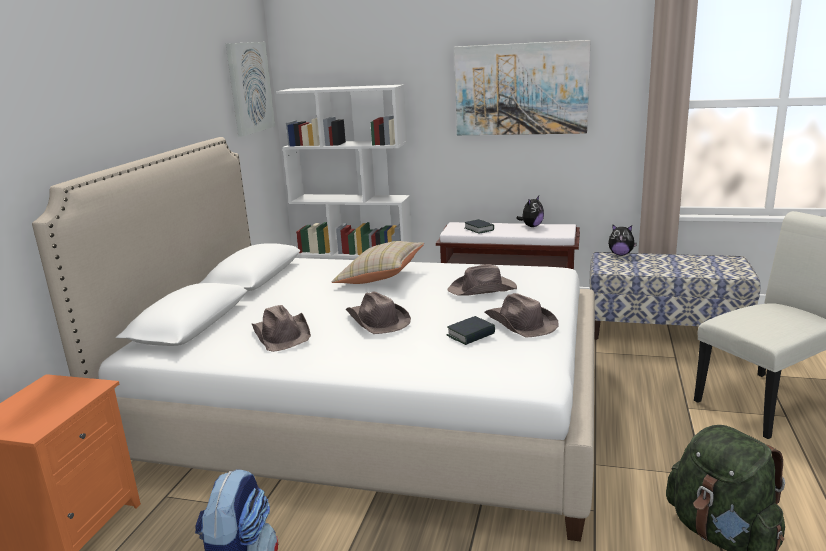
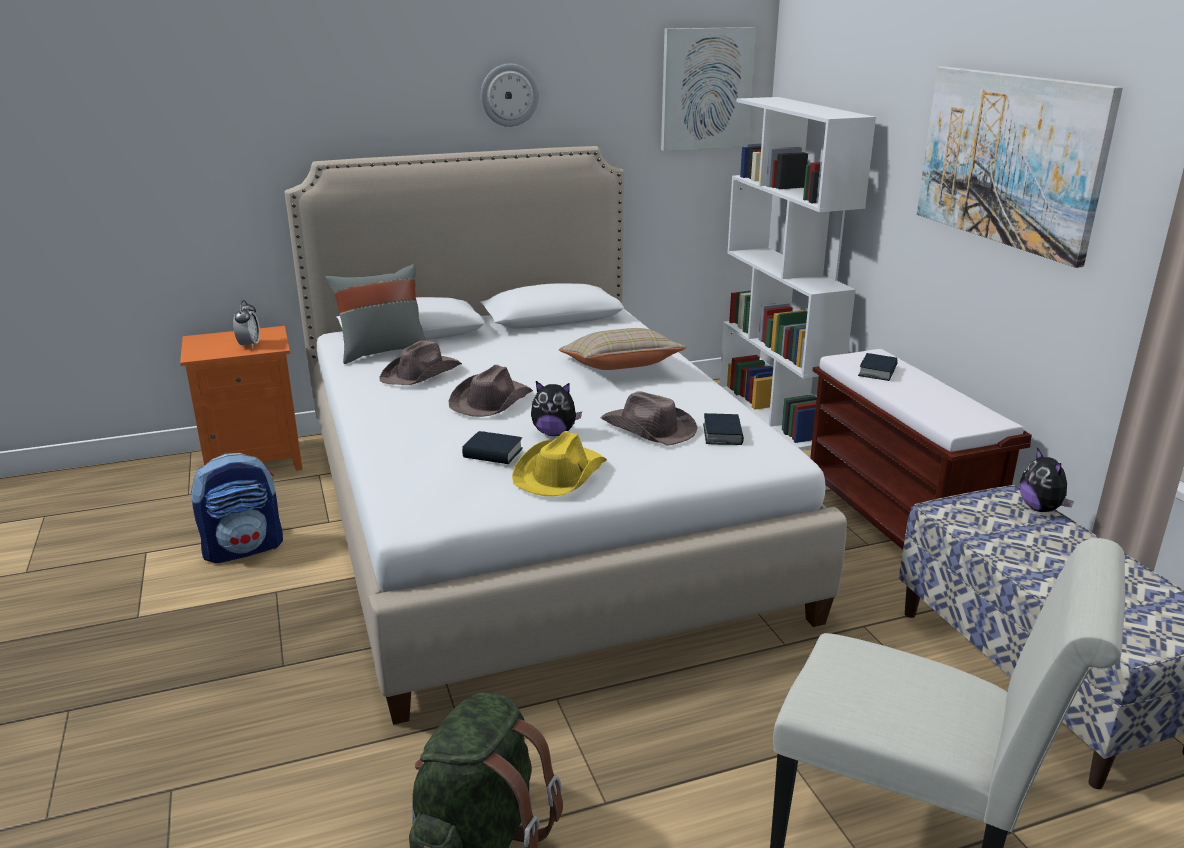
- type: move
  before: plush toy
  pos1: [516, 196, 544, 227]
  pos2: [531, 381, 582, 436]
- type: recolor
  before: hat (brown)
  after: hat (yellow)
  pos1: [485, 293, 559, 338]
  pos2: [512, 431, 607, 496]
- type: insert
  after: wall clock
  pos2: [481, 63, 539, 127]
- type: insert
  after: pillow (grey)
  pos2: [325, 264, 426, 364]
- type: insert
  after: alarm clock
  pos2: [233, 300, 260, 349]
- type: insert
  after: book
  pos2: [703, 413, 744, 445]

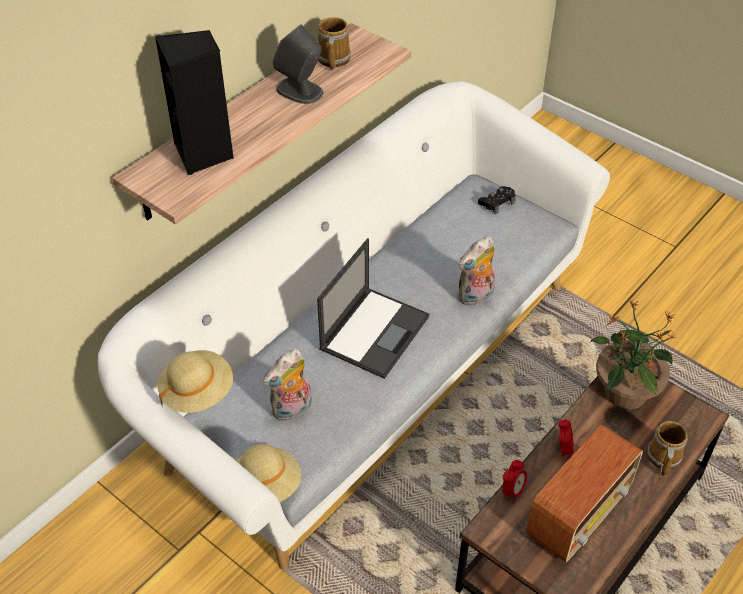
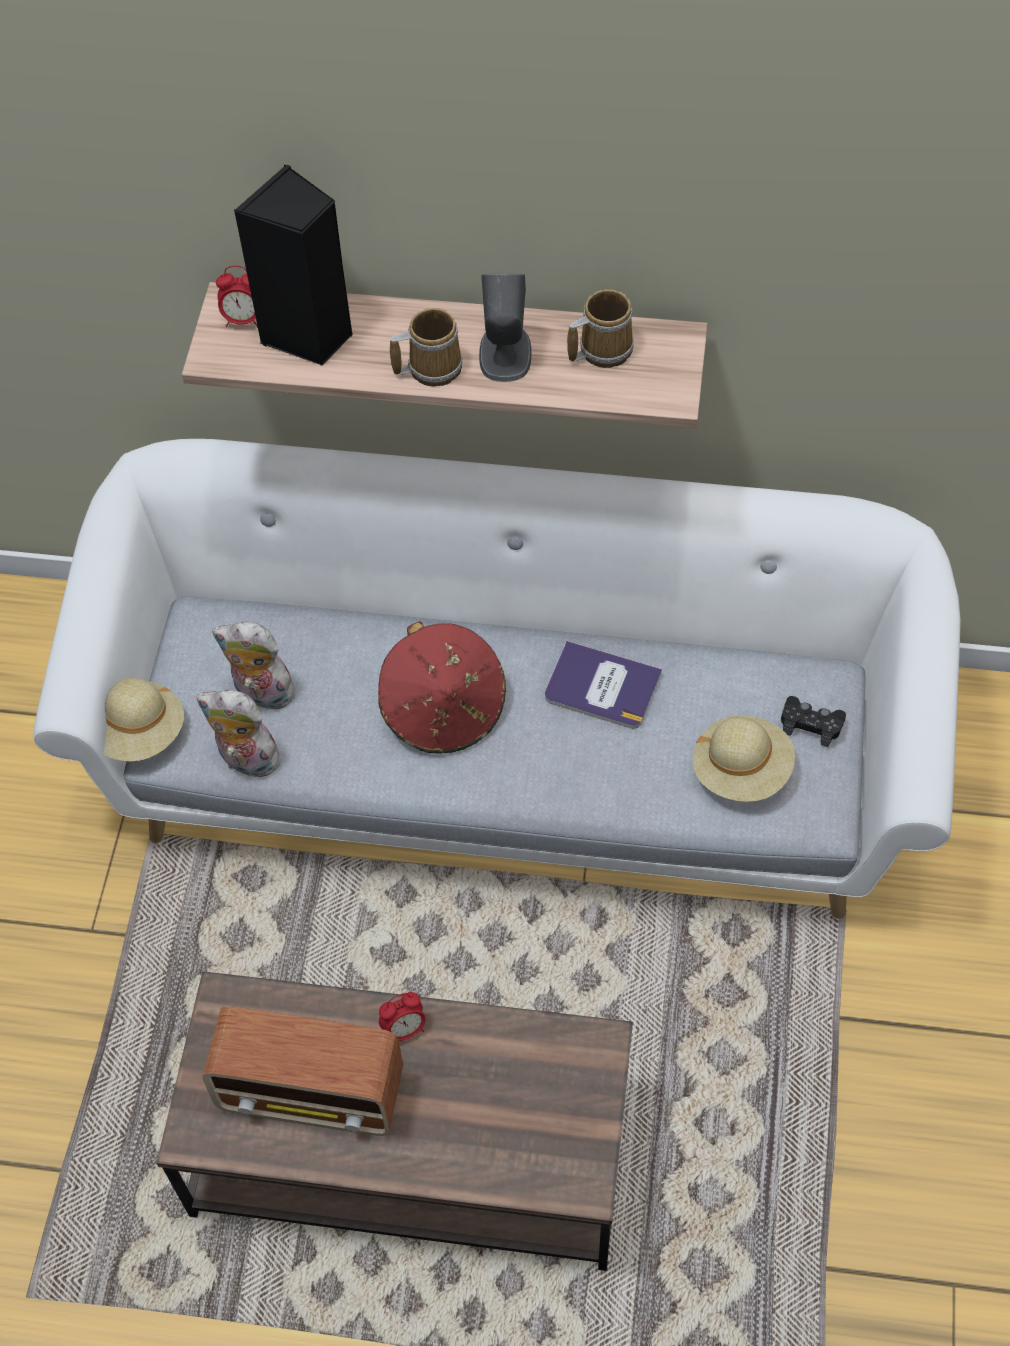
- type: move
  before: plush toy
  pos1: [458, 236, 495, 306]
  pos2: [196, 690, 280, 777]
- type: replace
  before: laptop
  after: hat (red)
  pos1: [317, 238, 430, 379]
  pos2: [378, 621, 506, 753]
- type: delete
  before: potted plant
  pos1: [590, 298, 676, 410]
- type: move
  before: hat (beige)
  pos1: [157, 350, 233, 413]
  pos2: [693, 715, 795, 802]
- type: move
  before: mug
  pos1: [647, 421, 688, 476]
  pos2: [390, 308, 463, 387]
- type: move
  before: alarm clock
  pos1: [502, 460, 527, 502]
  pos2: [216, 266, 258, 328]
- type: insert
  after: book
  pos2: [545, 641, 662, 729]

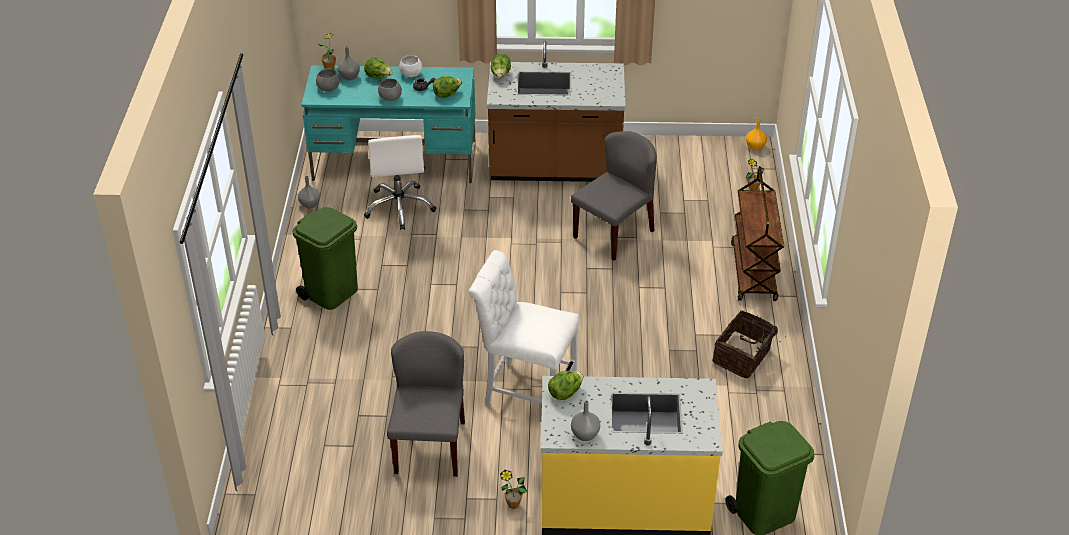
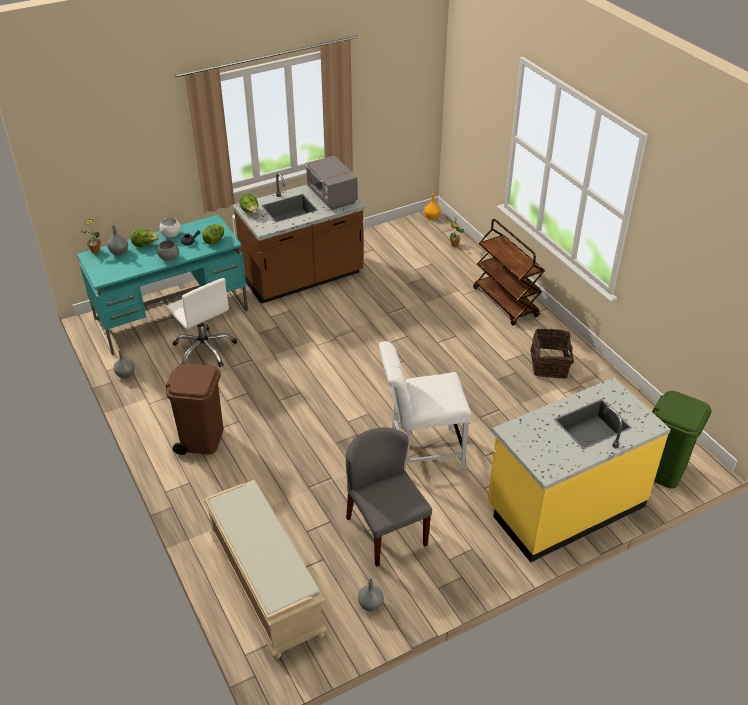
- type: delete
  before: bowl (grey)
  pos1: [316, 69, 340, 91]
- type: delete
  before: chair (grey)
  pos1: [571, 131, 657, 261]
- type: recolor
  before: trash can (green)
  after: trash can (brown)
  pos1: [292, 207, 358, 310]
  pos2: [166, 363, 223, 455]
- type: delete
  before: lettuce
  pos1: [548, 371, 584, 400]
- type: move
  before: vase (grey)
  pos1: [571, 400, 600, 441]
  pos2: [358, 578, 384, 611]
- type: delete
  before: potted plant
  pos1: [500, 470, 527, 509]
- type: insert
  after: microwave (grey)
  pos2: [305, 155, 358, 210]
- type: insert
  after: bench (beige)
  pos2: [203, 480, 327, 659]

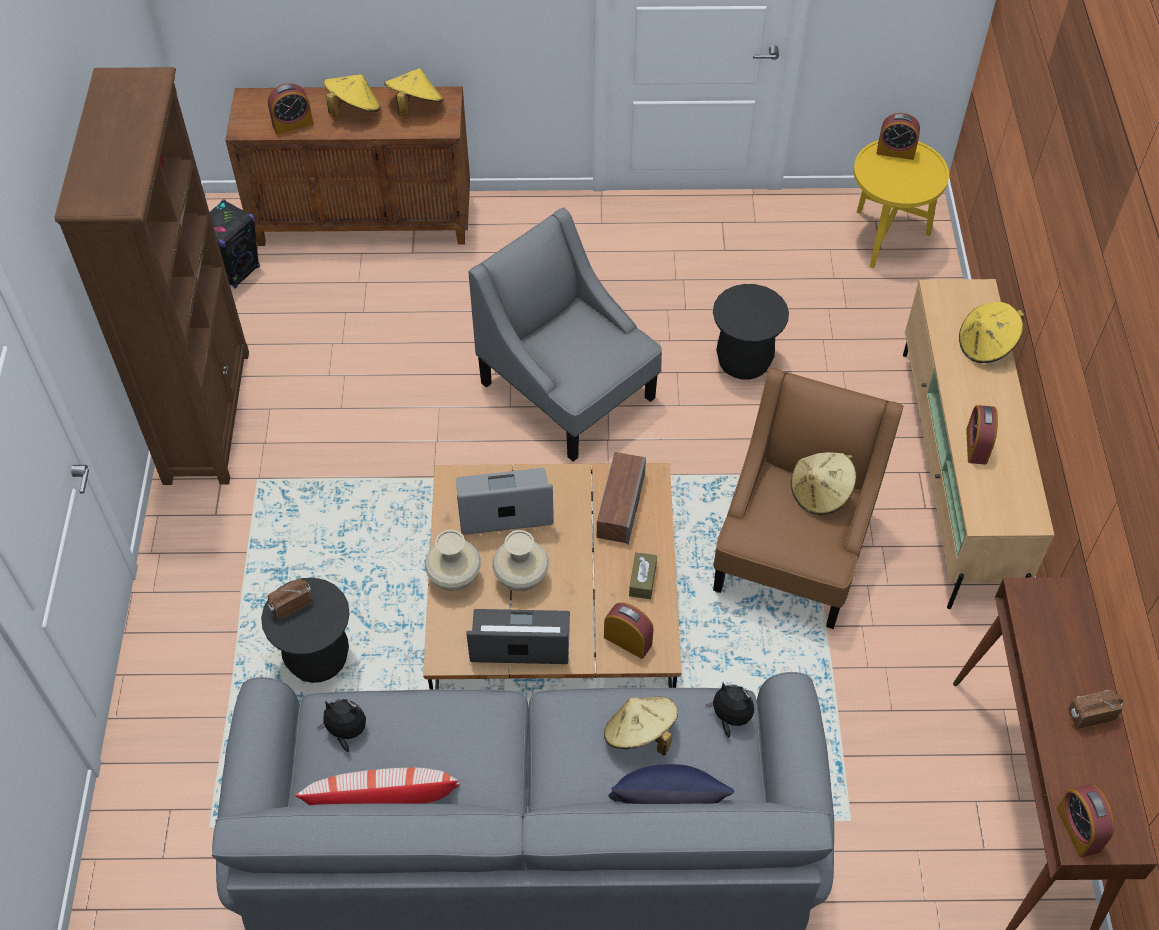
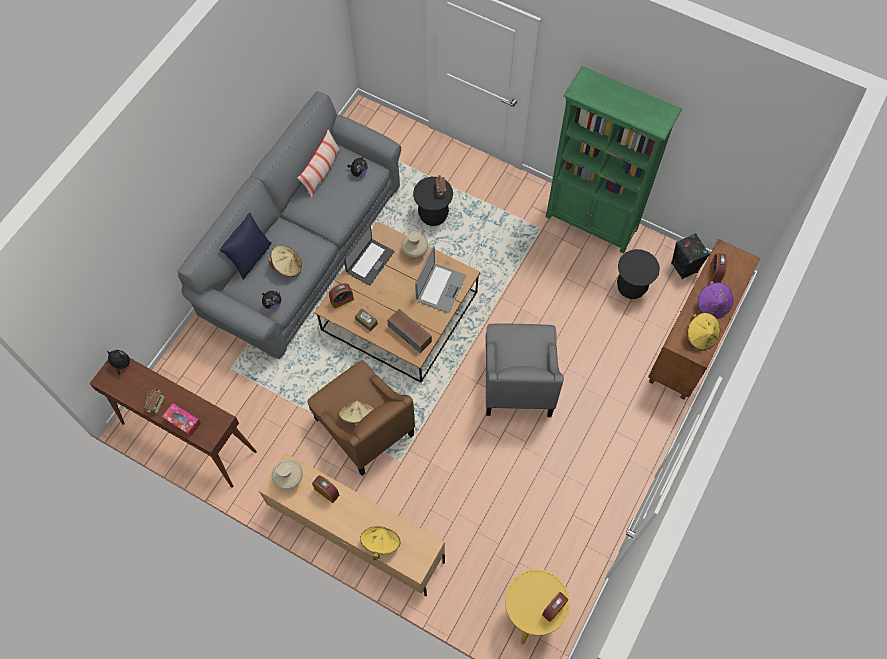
- type: recolor
  before: bookcase (brown)
  after: bookcase (green)
  pos1: [55, 67, 249, 485]
  pos2: [546, 66, 682, 254]
- type: recolor
  before: hat (yellow)
  after: hat (purple)
  pos1: [324, 74, 381, 117]
  pos2: [698, 281, 733, 319]
- type: rotate
  before: armchair (grey)
  pos1: [469, 208, 662, 462]
  pos2: [485, 324, 564, 417]
  turn: 105
- type: move
  before: stool (black)
  pos1: [713, 284, 789, 380]
  pos2: [617, 249, 660, 299]
- type: move
  before: vase (beige)
  pos1: [492, 530, 549, 591]
  pos2: [272, 460, 303, 490]
- type: replace
  before: alarm clock
  after: plush toy
  pos1: [1057, 785, 1114, 858]
  pos2: [106, 350, 130, 375]
- type: insert
  after: tissue box
  pos2: [162, 403, 201, 437]

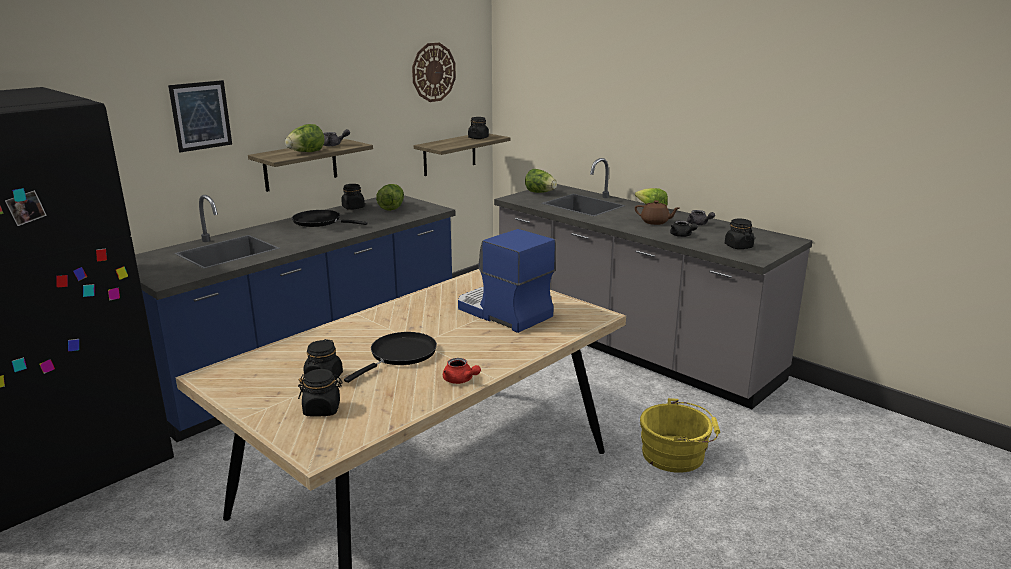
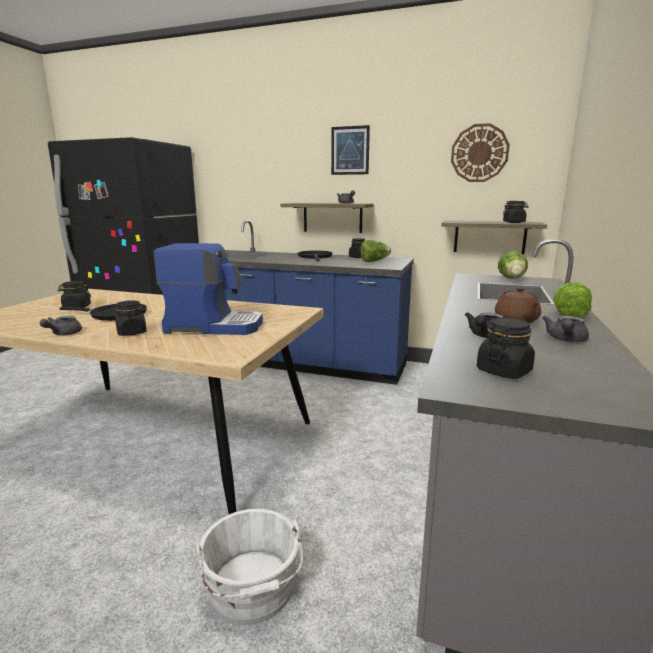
- type: move
  before: picture
  pos1: [168, 80, 232, 152]
  pos2: [331, 125, 370, 175]
- type: delete
  before: lettuce
  pos1: [285, 124, 325, 152]
- type: rotate
  before: coffee machine
  pos1: [458, 229, 556, 333]
  pos2: [154, 243, 263, 335]
  turn: 75
- type: recolor
  before: teapot (red)
  after: teapot (grey)
  pos1: [443, 358, 481, 384]
  pos2: [40, 316, 82, 335]
- type: move
  before: jar (black)
  pos1: [298, 369, 343, 417]
  pos2: [115, 300, 147, 336]
- type: recolor
  before: bucket (yellow)
  after: bucket (white)
  pos1: [640, 398, 720, 473]
  pos2: [195, 509, 303, 625]

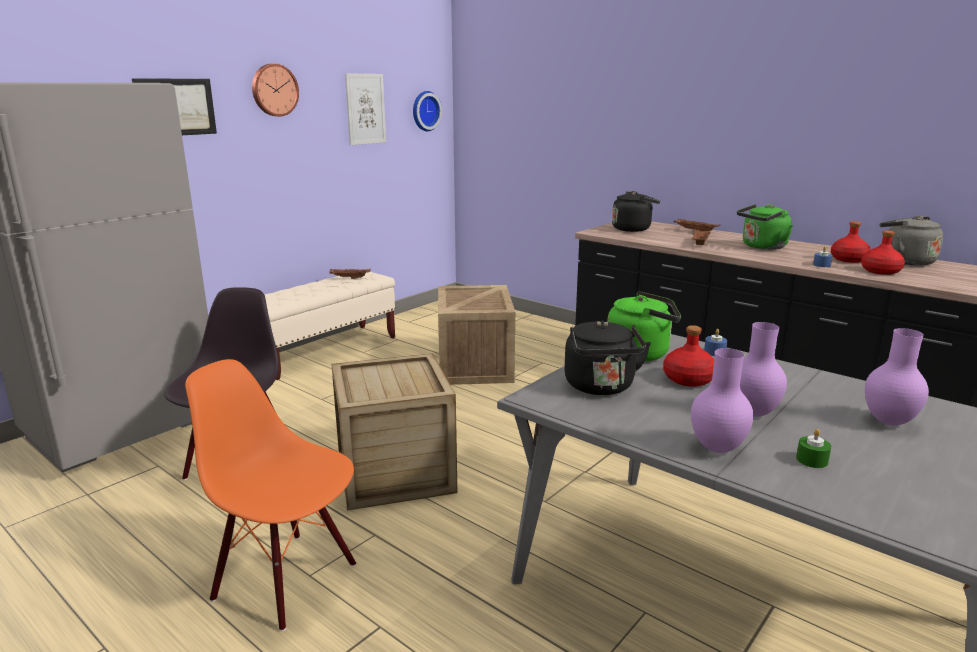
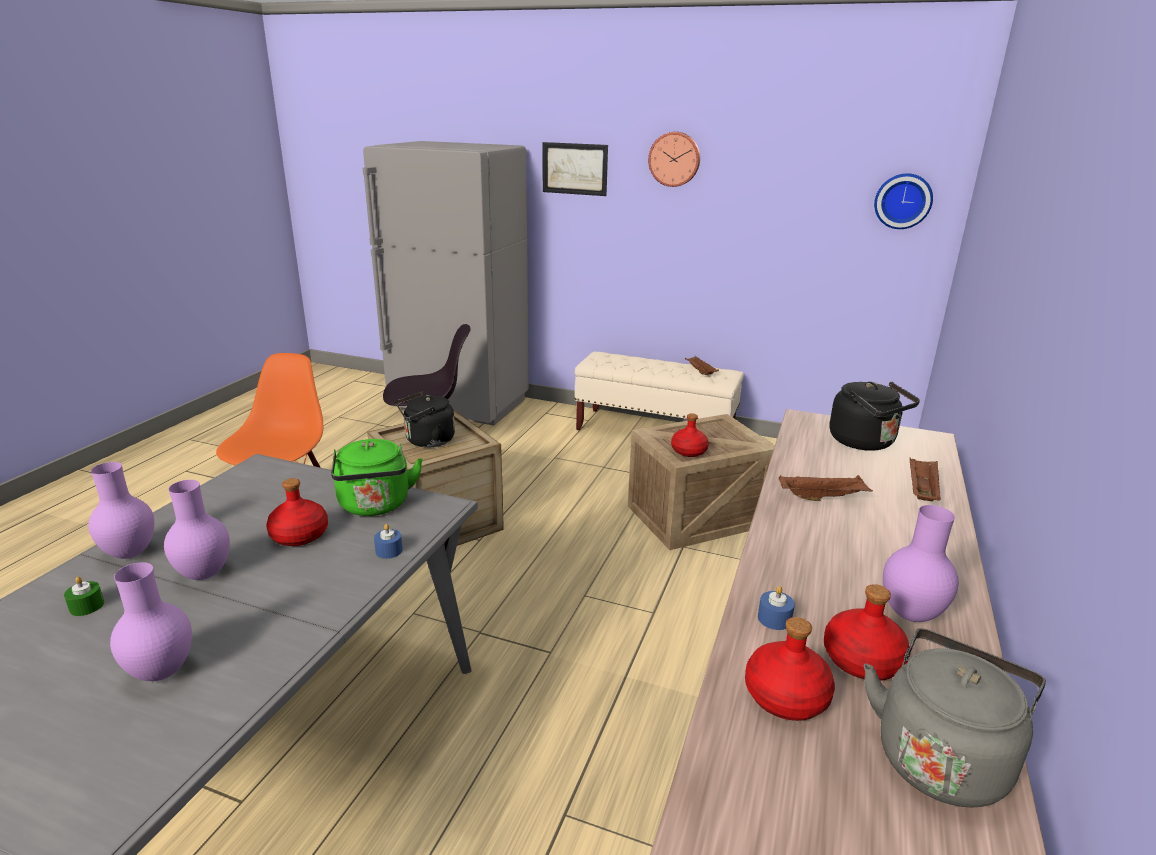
- type: delete
  before: picture
  pos1: [345, 73, 386, 145]
- type: delete
  before: kettle (green)
  pos1: [737, 204, 793, 250]
- type: move
  before: kettle (black)
  pos1: [564, 321, 651, 395]
  pos2: [396, 392, 455, 448]
- type: insert
  after: bottle (red)
  pos2: [671, 413, 709, 457]
- type: insert
  after: vase (purple)
  pos2: [883, 505, 959, 622]

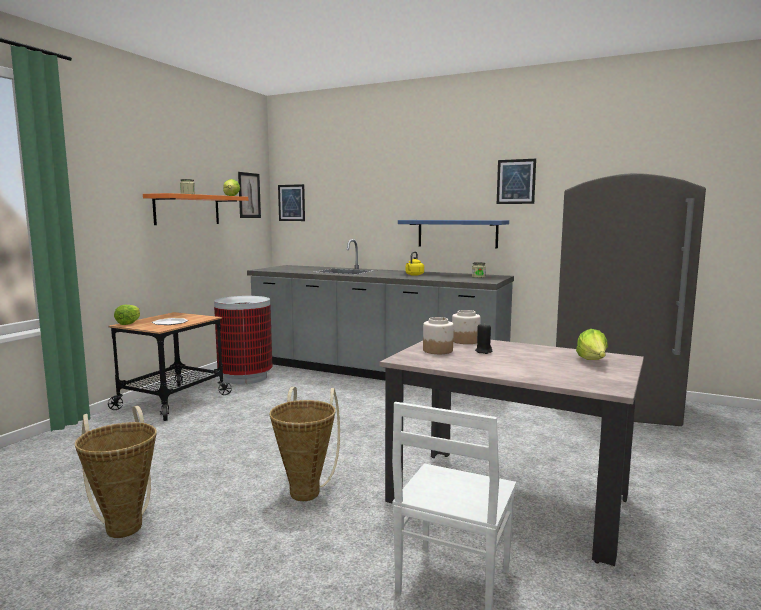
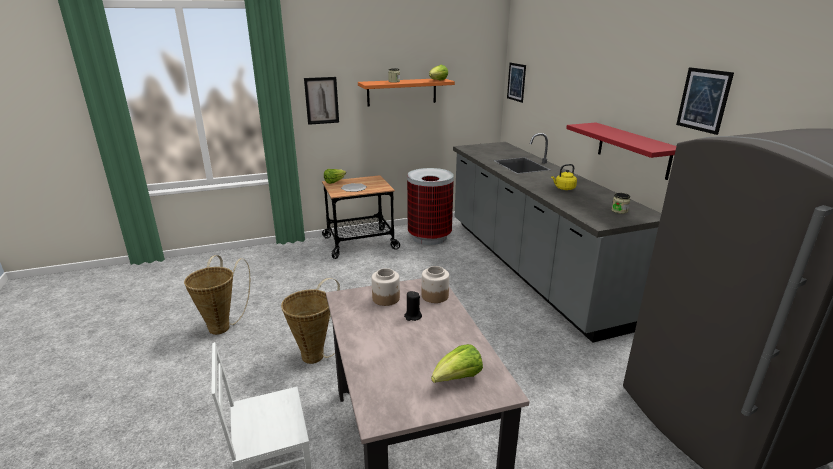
- type: move
  before: picture
  pos1: [238, 172, 261, 218]
  pos2: [304, 77, 339, 125]
- type: recolor
  before: shelf (blue)
  after: shelf (red)
  pos1: [398, 220, 509, 249]
  pos2: [566, 123, 676, 180]

